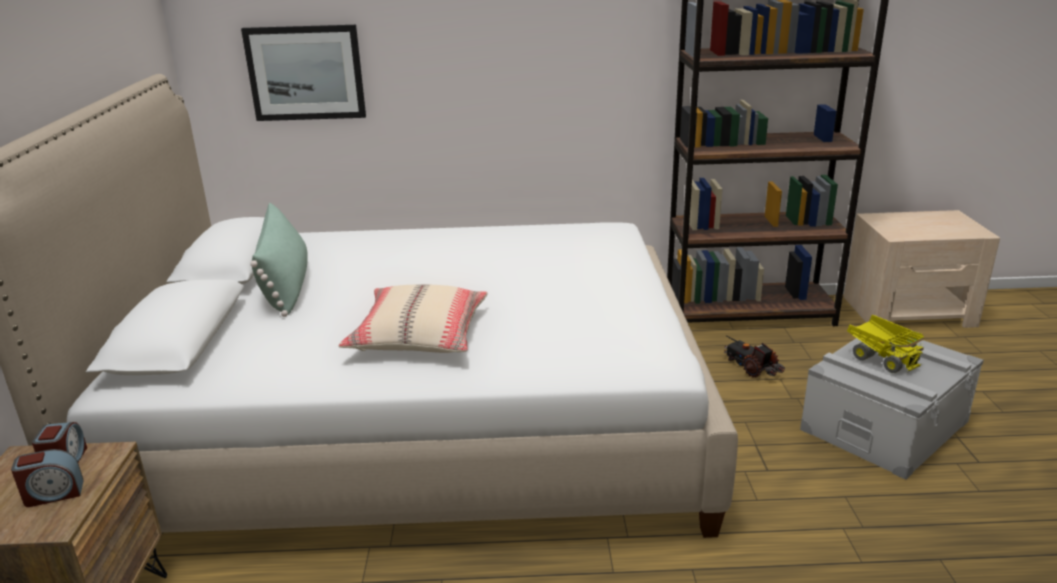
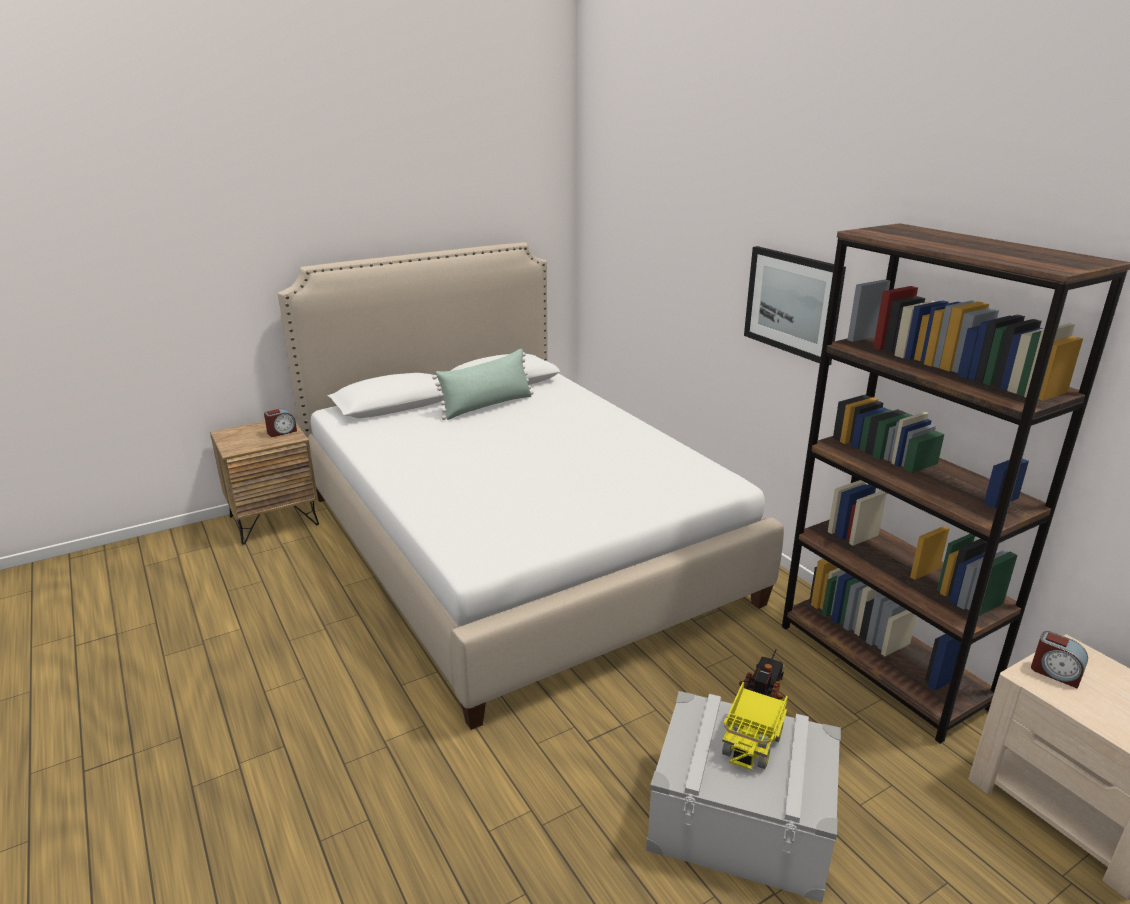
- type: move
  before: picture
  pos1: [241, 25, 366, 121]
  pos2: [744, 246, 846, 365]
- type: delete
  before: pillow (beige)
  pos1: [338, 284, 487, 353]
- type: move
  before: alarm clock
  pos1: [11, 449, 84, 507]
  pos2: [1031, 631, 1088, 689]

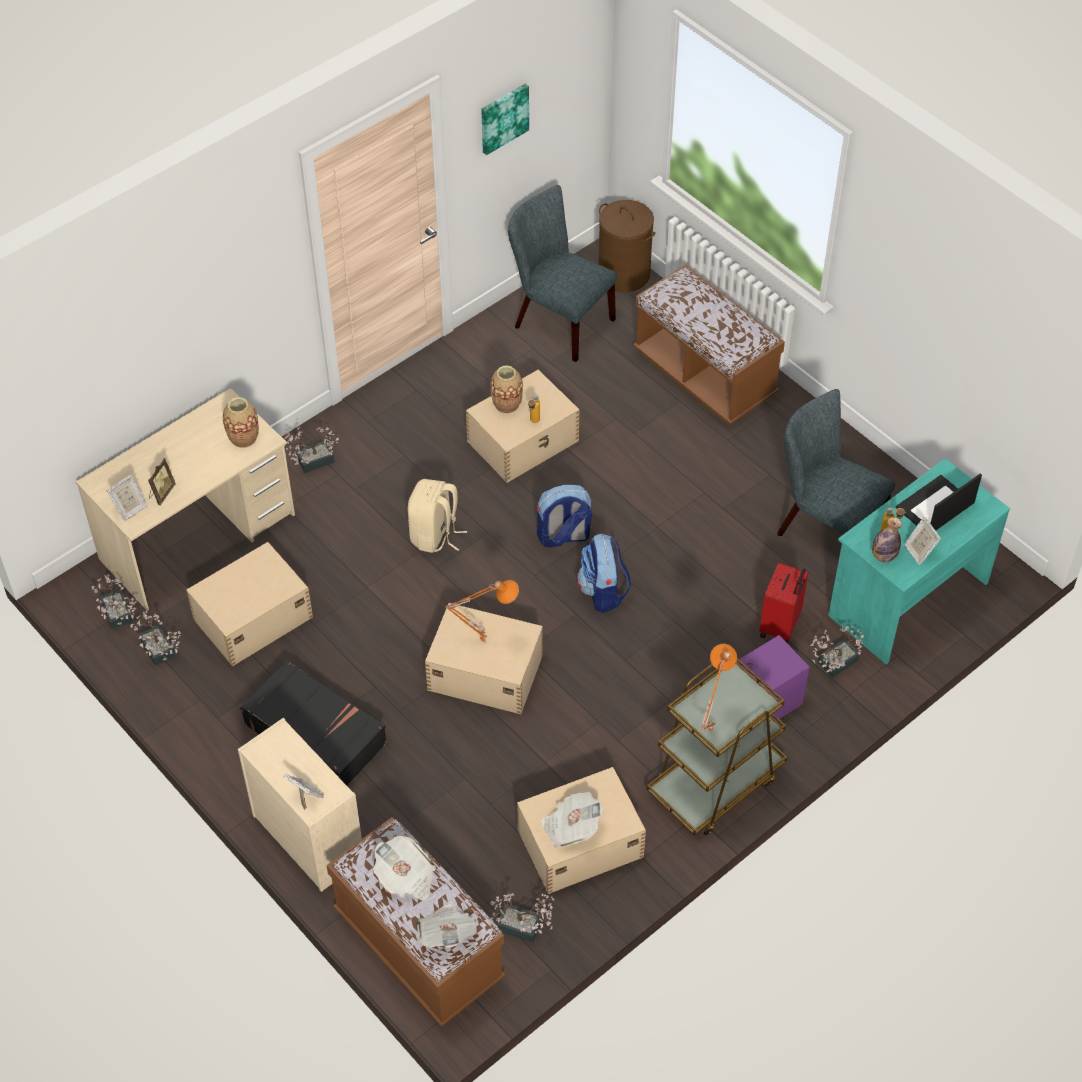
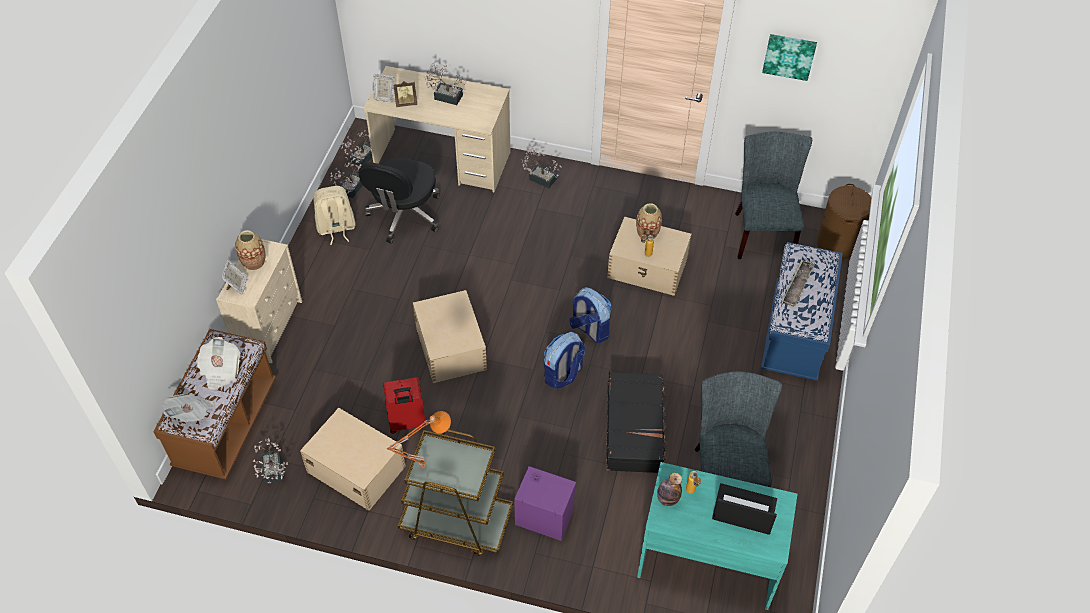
- type: recolor
  before: bench (brown)
  after: bench (blue)
  pos1: [634, 265, 785, 425]
  pos2: [761, 242, 843, 381]
- type: move
  before: vase
  pos1: [223, 397, 259, 448]
  pos2: [235, 230, 265, 271]
- type: move
  before: backpack (beige)
  pos1: [408, 479, 467, 553]
  pos2: [313, 186, 356, 245]
- type: delete
  before: picture frame
  pos1: [904, 516, 941, 565]
- type: replace
  before: storage box (beige)
  after: office chair (black)
  pos1: [186, 542, 313, 666]
  pos2: [358, 157, 440, 243]
- type: move
  before: suitcase (red)
  pos1: [759, 563, 809, 643]
  pos2: [383, 377, 426, 434]
- type: delete
  before: table lamp (orange)
  pos1: [445, 580, 519, 642]
- type: move
  before: potted plant
  pos1: [810, 626, 864, 678]
  pos2: [424, 61, 466, 105]
- type: move
  before: suitcase (black)
  pos1: [240, 660, 387, 785]
  pos2: [606, 372, 667, 473]
- type: delete
  before: newspaper
  pos1: [541, 792, 603, 848]
- type: insert
  after: tray
  pos2: [782, 260, 815, 307]

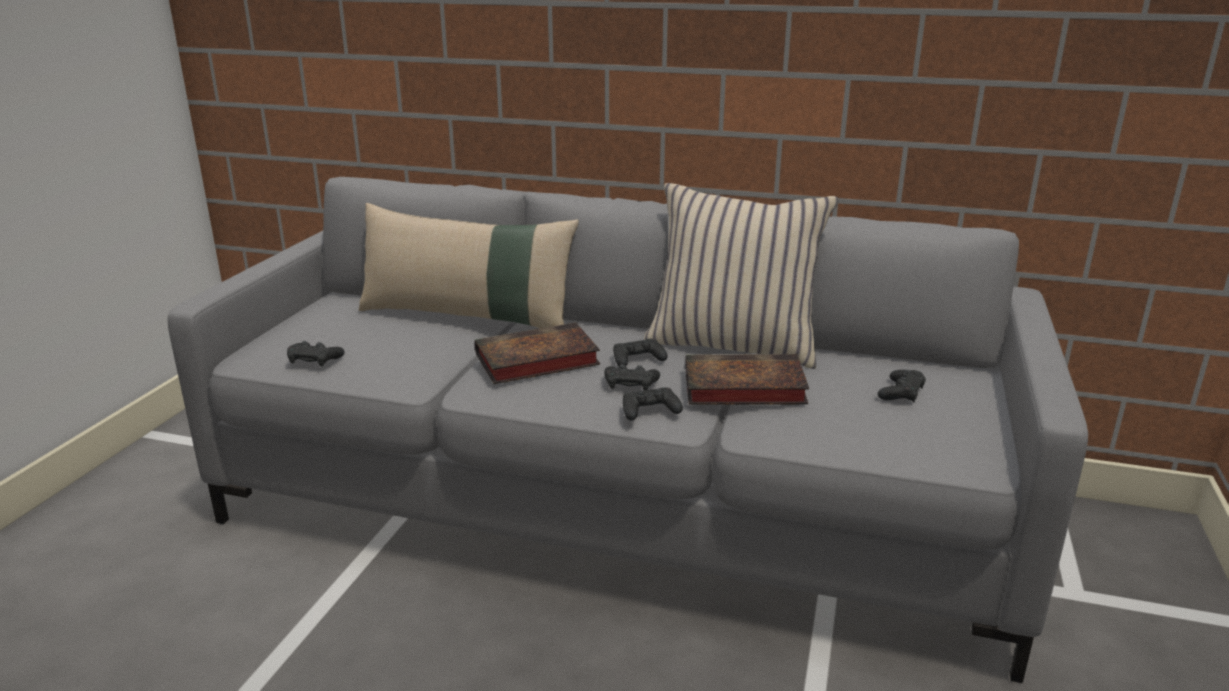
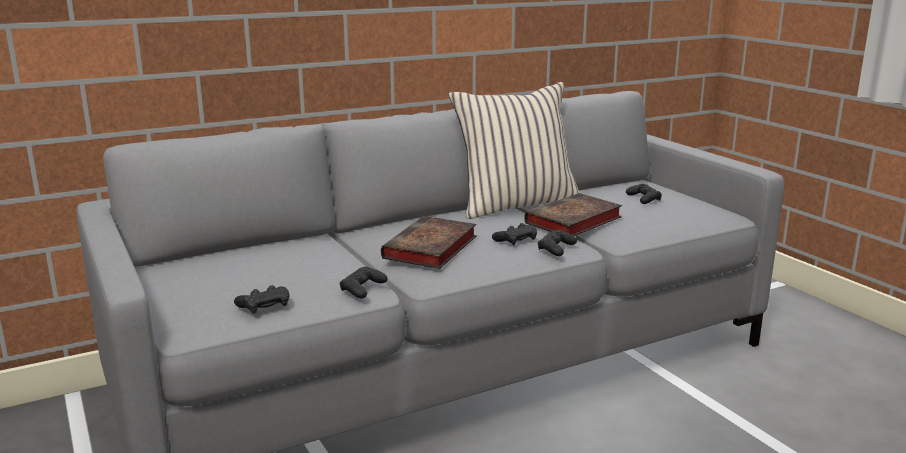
- type: delete
  before: pillow (beige)
  pos1: [358, 203, 579, 328]
- type: move
  before: game controller (black)
  pos1: [613, 339, 668, 366]
  pos2: [340, 267, 388, 298]

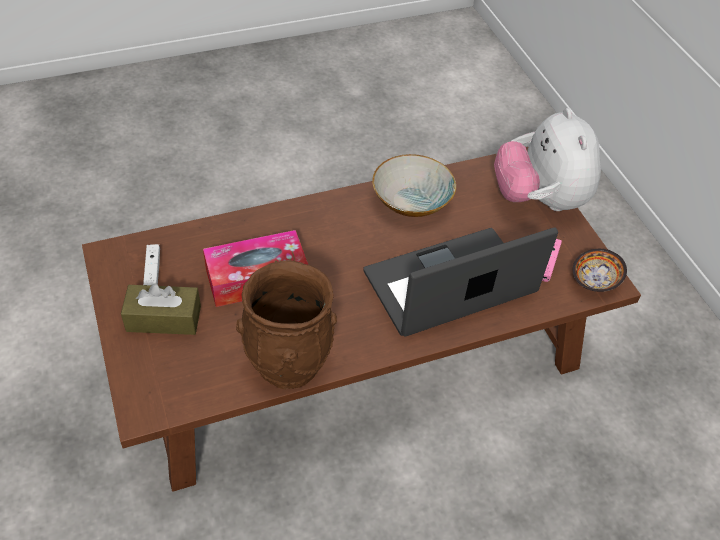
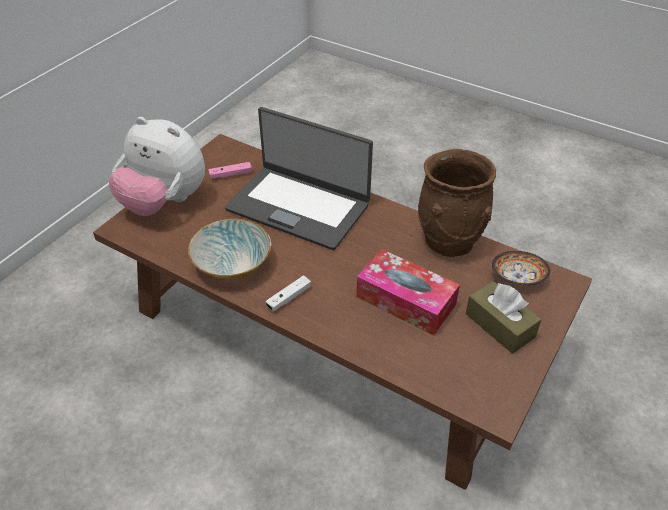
- type: rotate
  before: plush toy
  pos1: [494, 108, 601, 211]
  pos2: [109, 117, 205, 216]
  turn: 75
- type: move
  before: game controller (white)
  pos1: [143, 244, 160, 286]
  pos2: [266, 276, 311, 311]
- type: move
  before: bowl
  pos1: [573, 249, 627, 292]
  pos2: [492, 251, 550, 285]

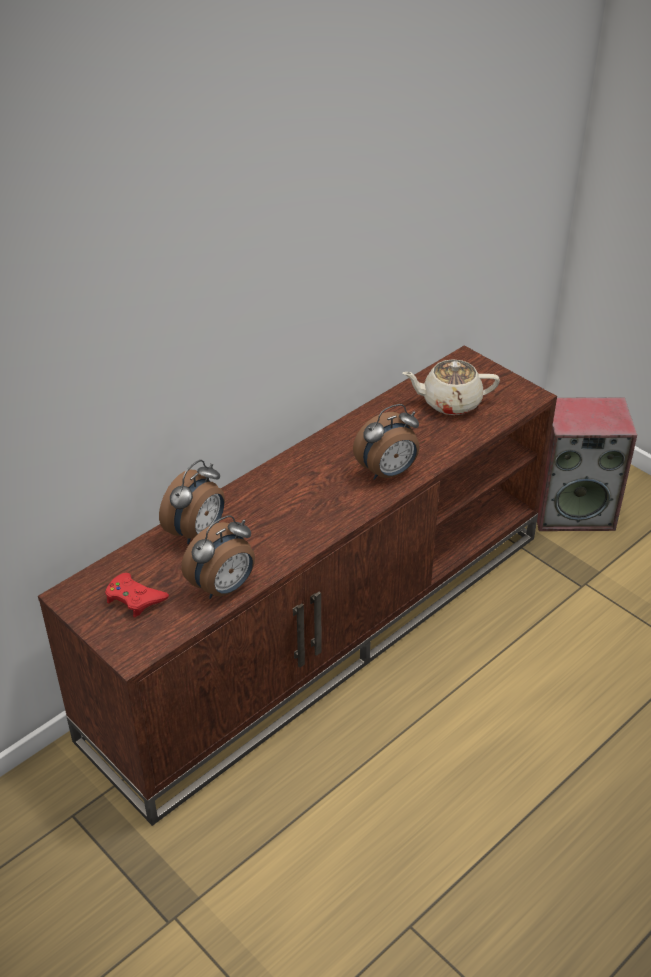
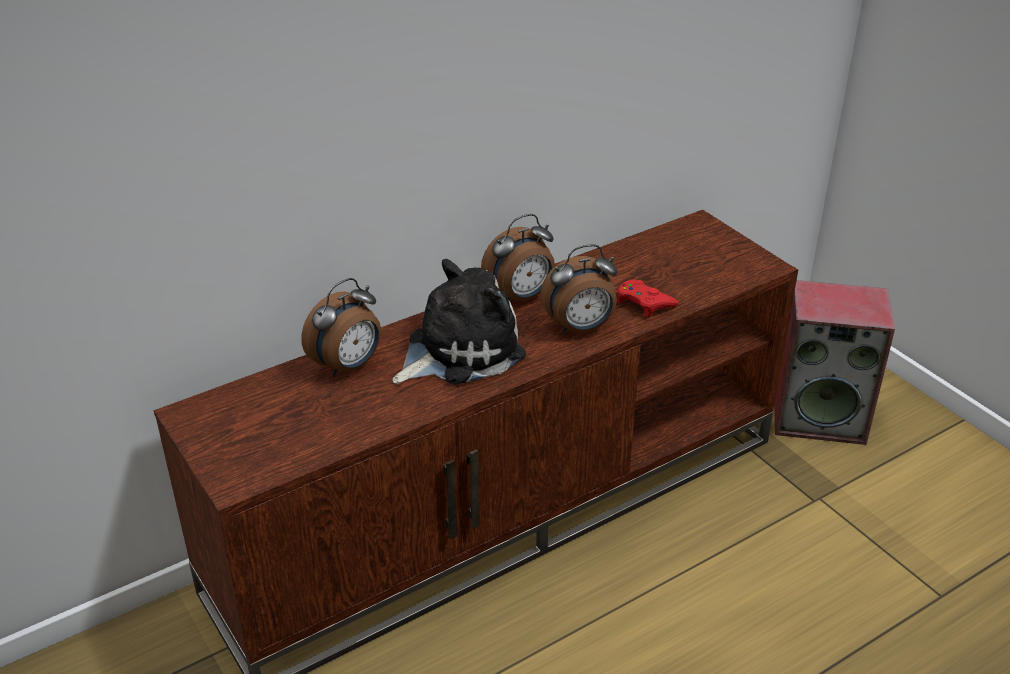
- type: delete
  before: teapot (beige)
  pos1: [403, 359, 500, 415]
- type: move
  before: alarm clock
  pos1: [181, 515, 255, 599]
  pos2: [481, 214, 555, 301]
- type: move
  before: game controller (red)
  pos1: [105, 573, 169, 618]
  pos2: [617, 280, 679, 317]
- type: insert
  after: plush toy
  pos2: [393, 259, 526, 385]

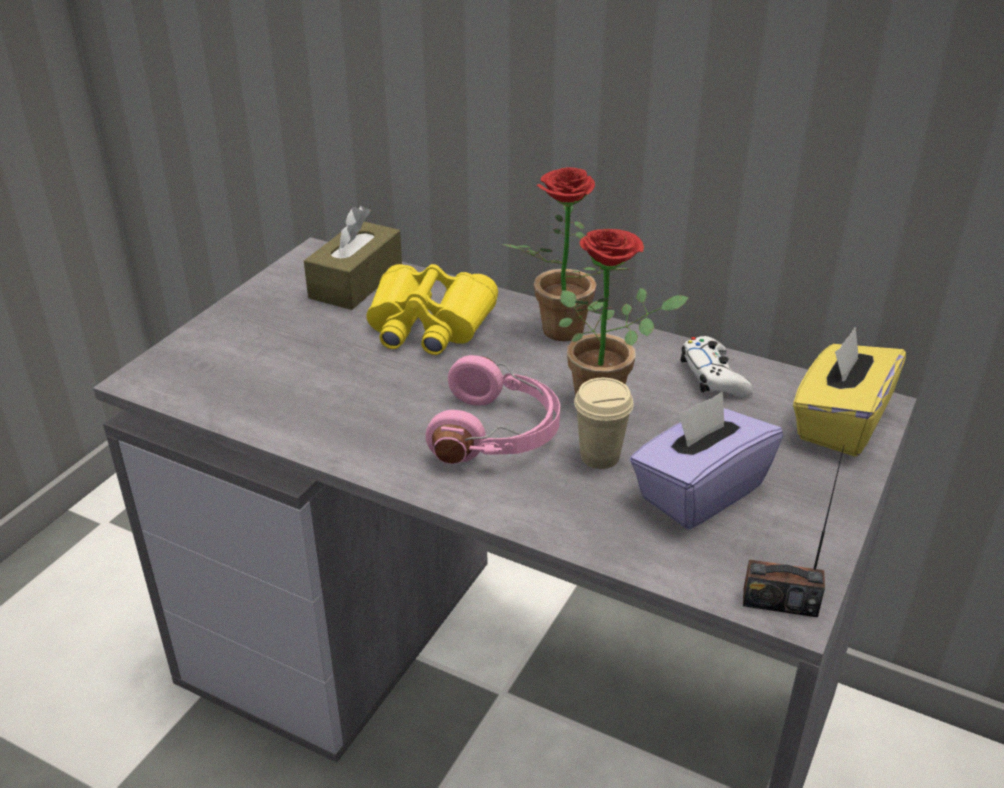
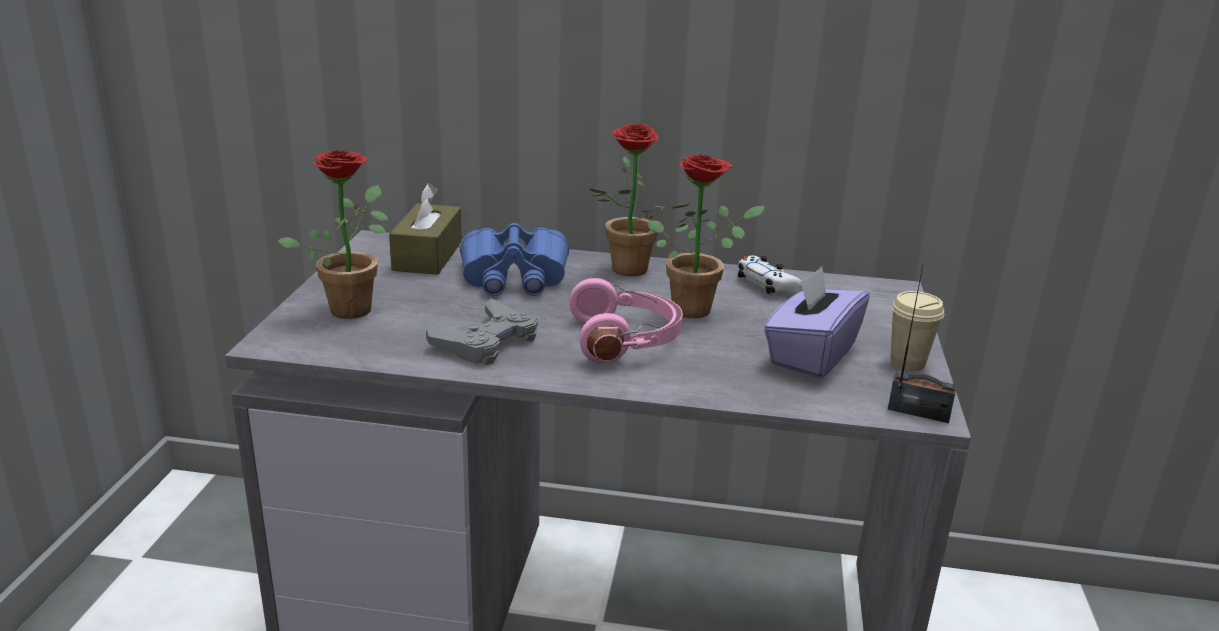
- type: recolor
  before: binoculars (yellow)
  after: binoculars (blue)
  pos1: [366, 264, 498, 355]
  pos2: [460, 223, 569, 296]
- type: delete
  before: tissue box (yellow)
  pos1: [793, 327, 906, 457]
- type: move
  before: cup (beige)
  pos1: [574, 378, 634, 469]
  pos2: [890, 291, 944, 371]
- type: rotate
  before: radio
  pos1: [743, 446, 844, 617]
  pos2: [888, 265, 957, 423]
  turn: -150
- type: insert
  after: potted plant
  pos2: [278, 150, 388, 319]
- type: insert
  after: game controller (grey)
  pos2: [426, 298, 538, 365]

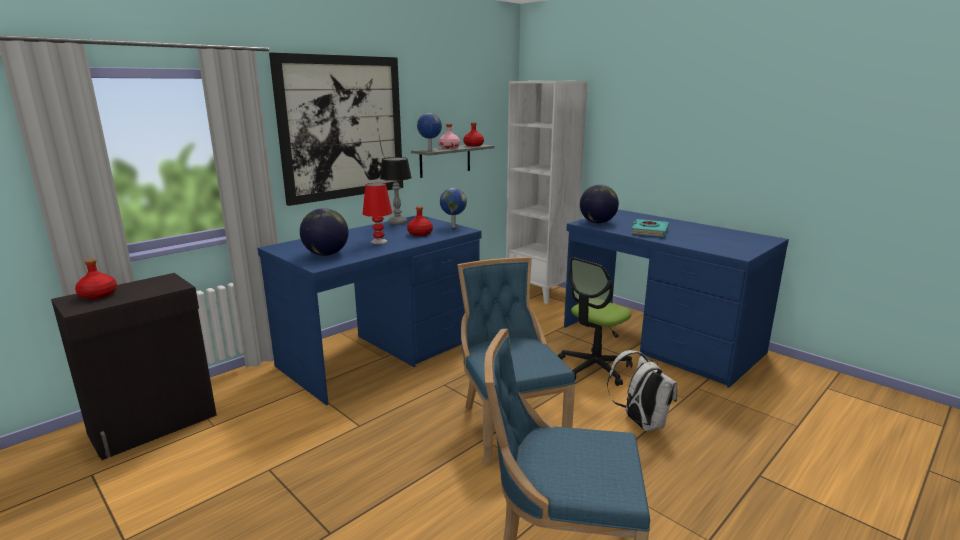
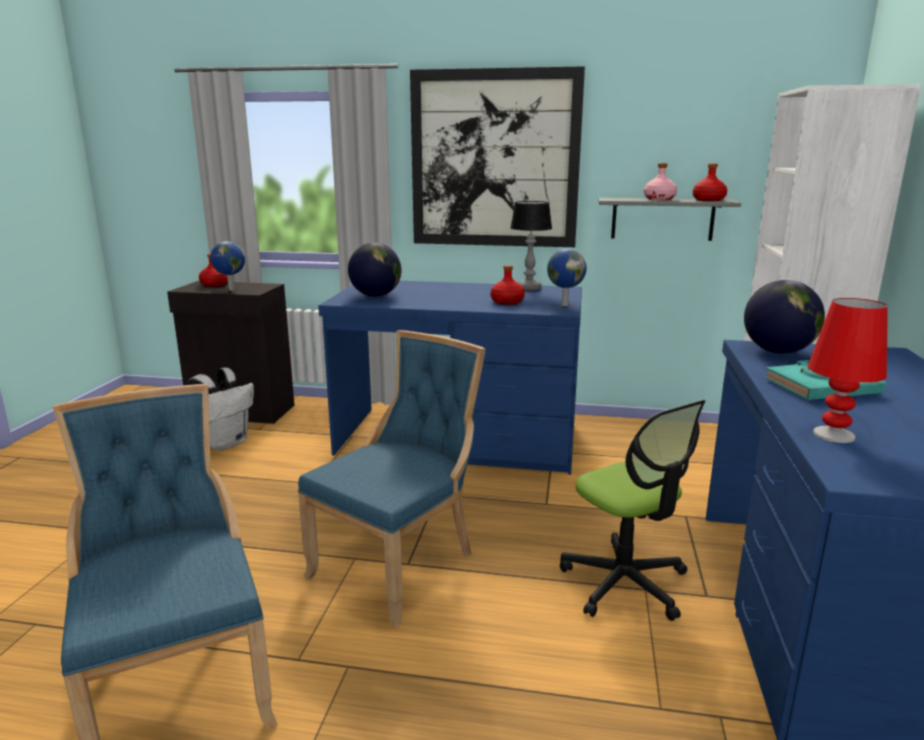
- type: move
  before: globe
  pos1: [417, 113, 442, 151]
  pos2: [210, 241, 245, 291]
- type: move
  before: table lamp (red)
  pos1: [363, 183, 392, 244]
  pos2: [808, 298, 888, 443]
- type: rotate
  before: office chair
  pos1: [558, 257, 633, 386]
  pos2: [560, 400, 705, 621]
  turn: -135
- type: move
  before: backpack (white)
  pos1: [607, 350, 677, 431]
  pos2: [186, 368, 254, 451]

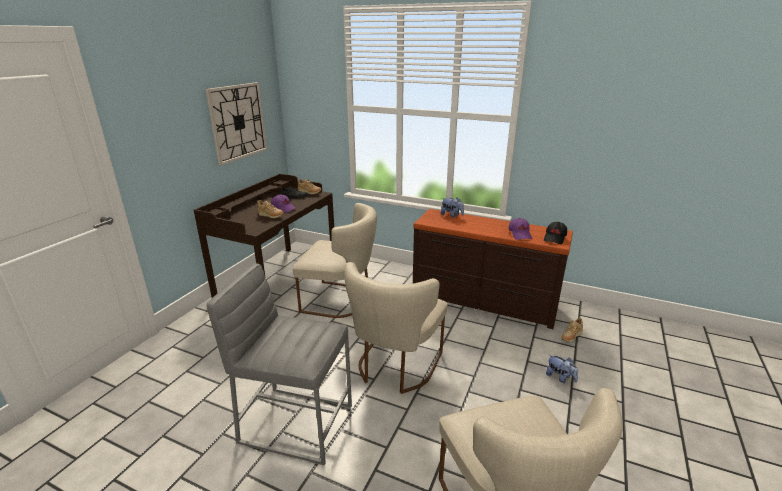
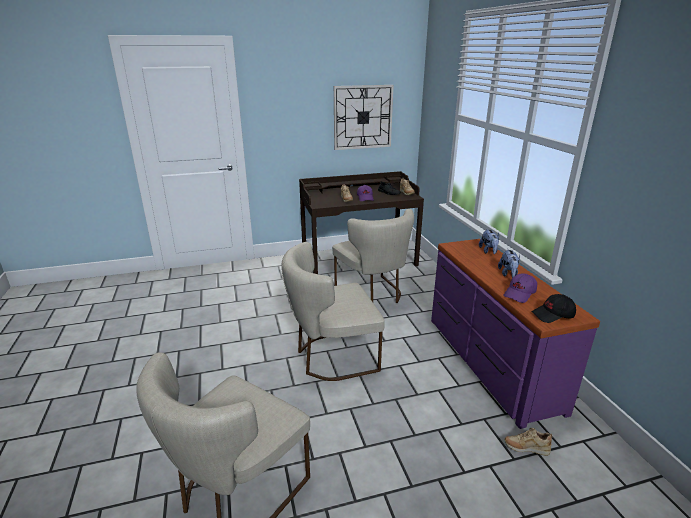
- type: recolor
  before: dresser (brown)
  after: dresser (purple)
  pos1: [413, 209, 573, 329]
  pos2: [431, 239, 600, 429]
- type: delete
  before: stool (grey)
  pos1: [206, 263, 352, 465]
- type: move
  before: plush toy
  pos1: [546, 355, 578, 383]
  pos2: [498, 249, 520, 278]

